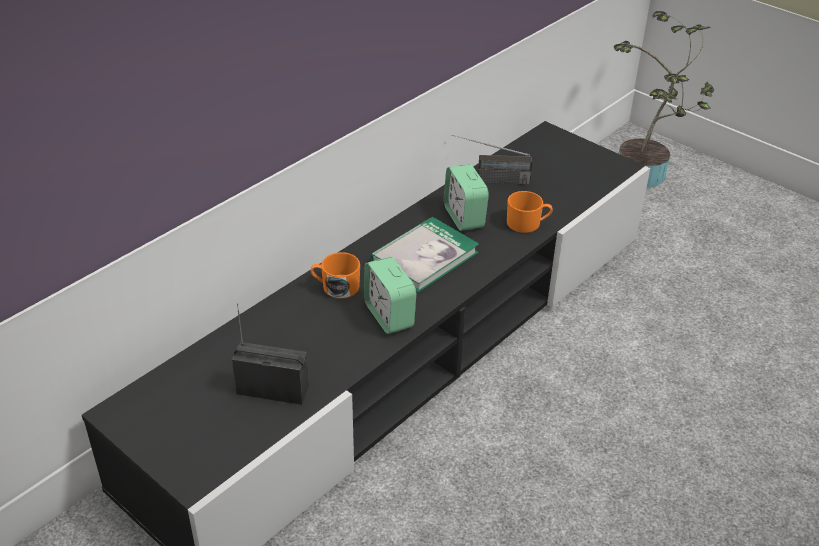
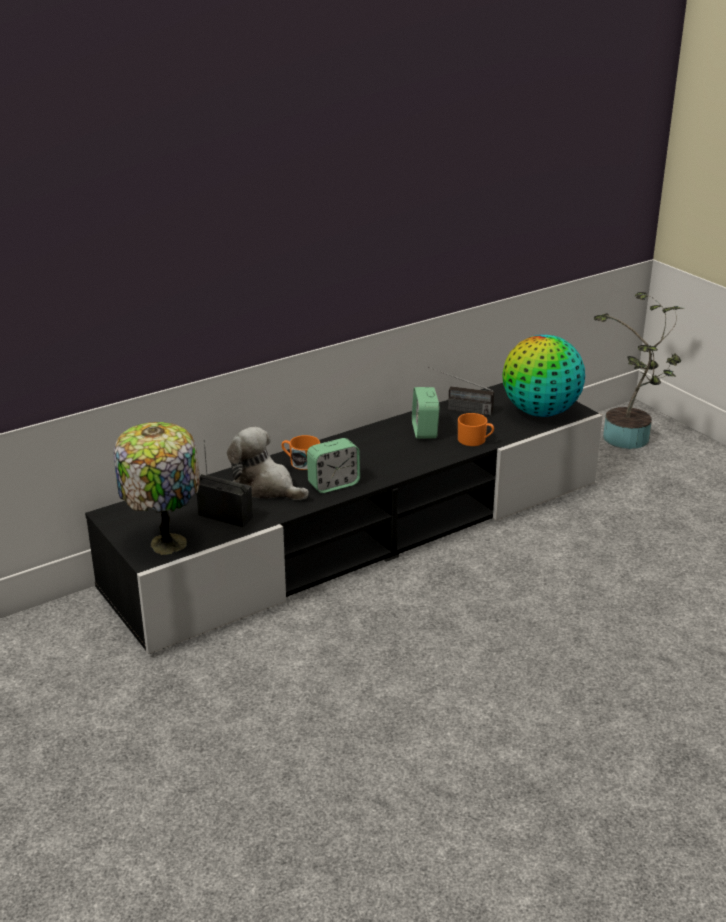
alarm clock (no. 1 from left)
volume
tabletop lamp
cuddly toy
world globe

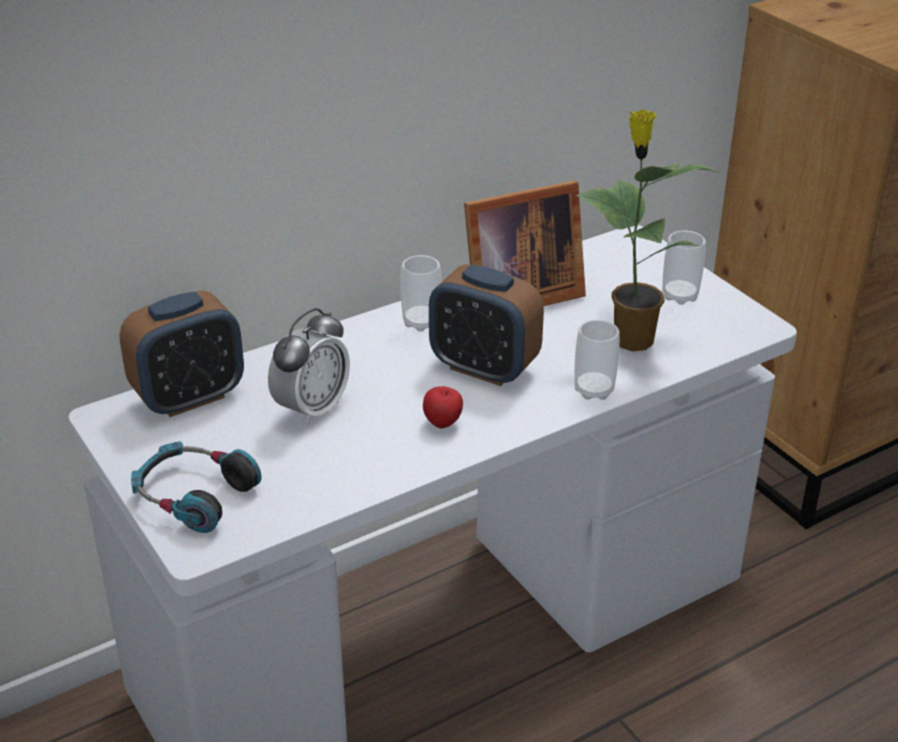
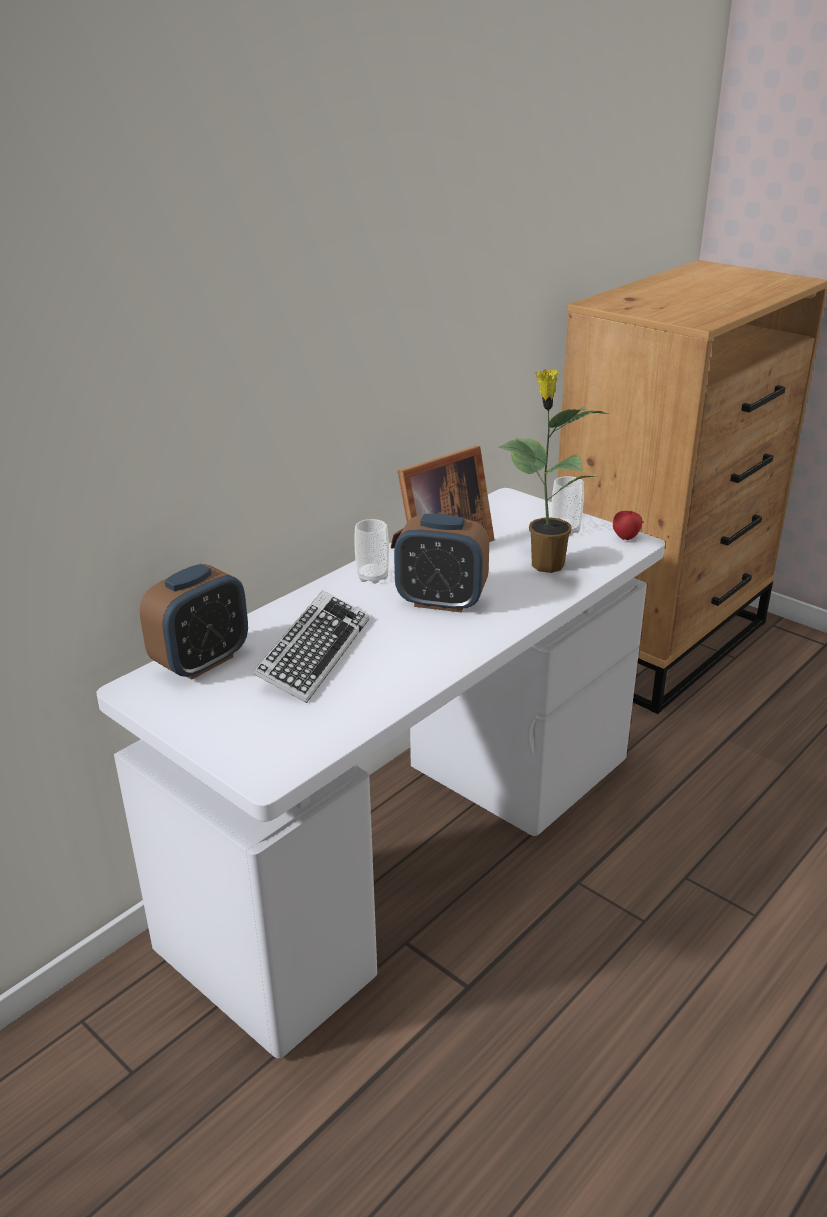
headphones
computer keyboard
whole apple
small cup (no. 2 from left in the first image)

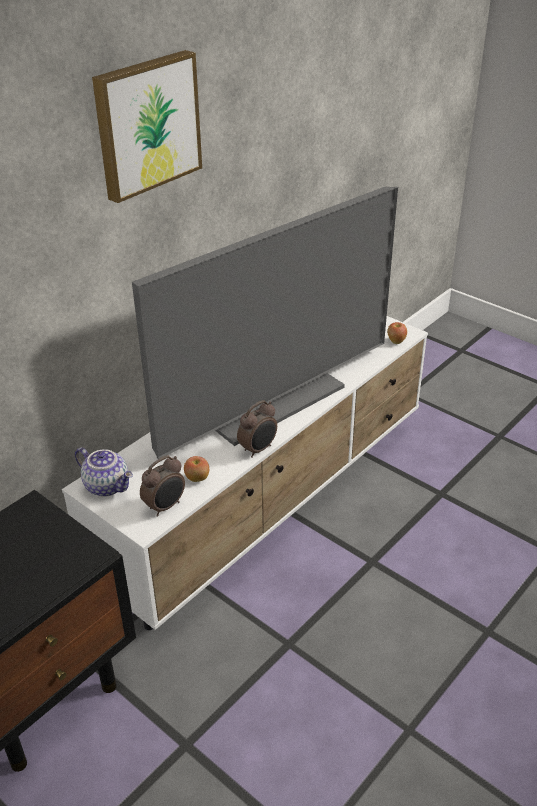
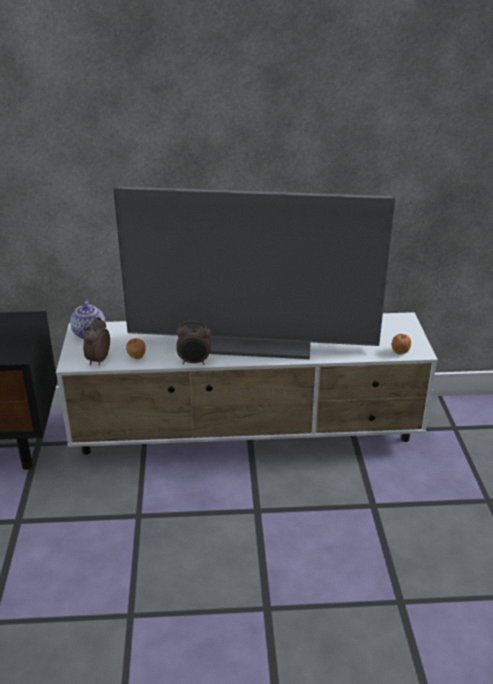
wall picture
alarm clock (no. 1 from left)

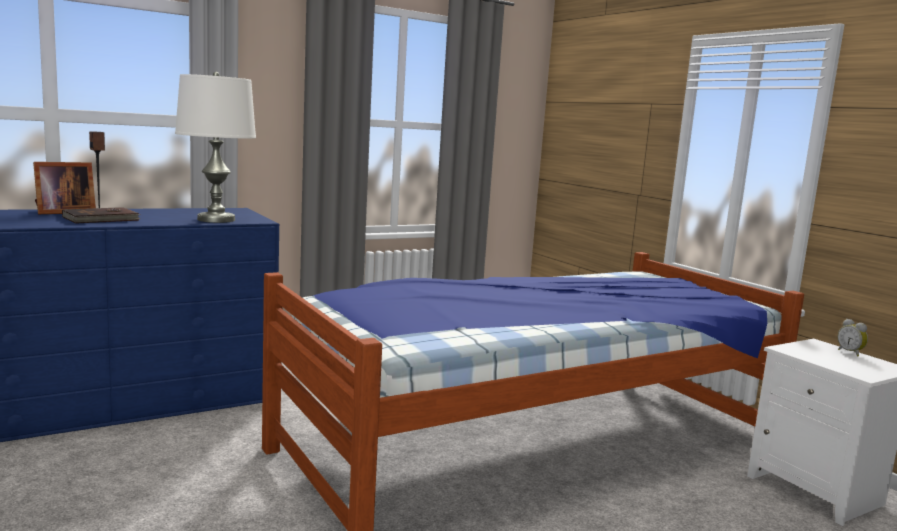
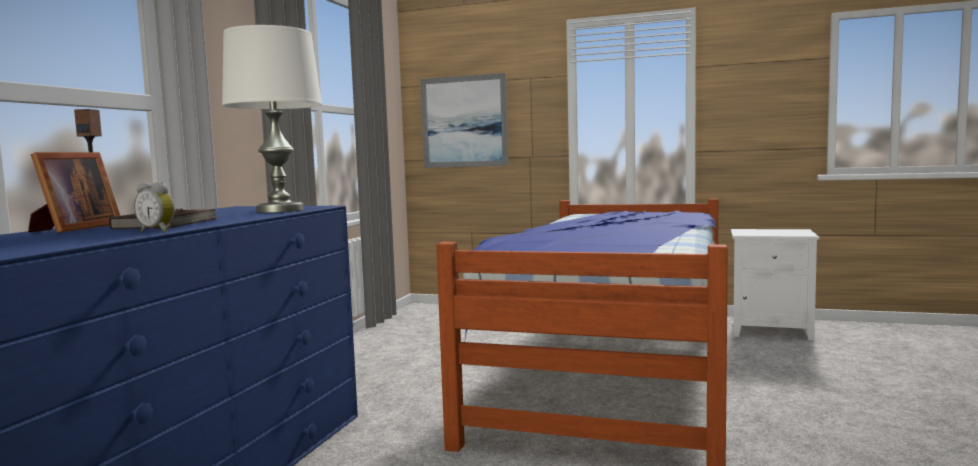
alarm clock
wall picture

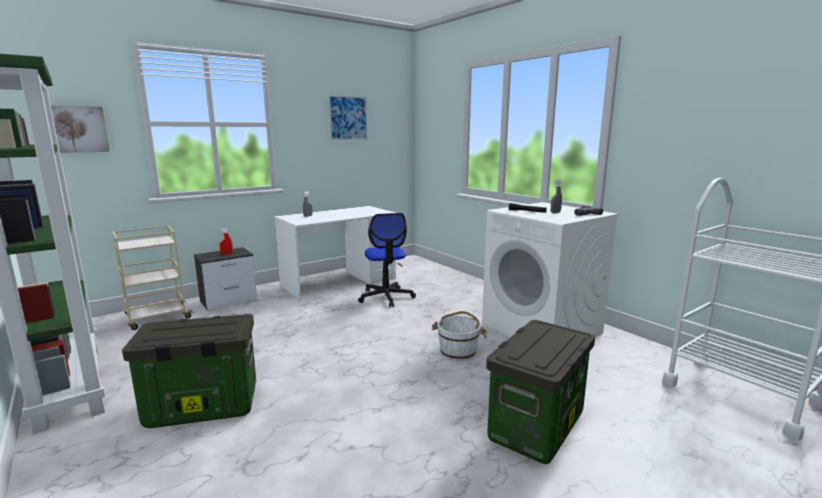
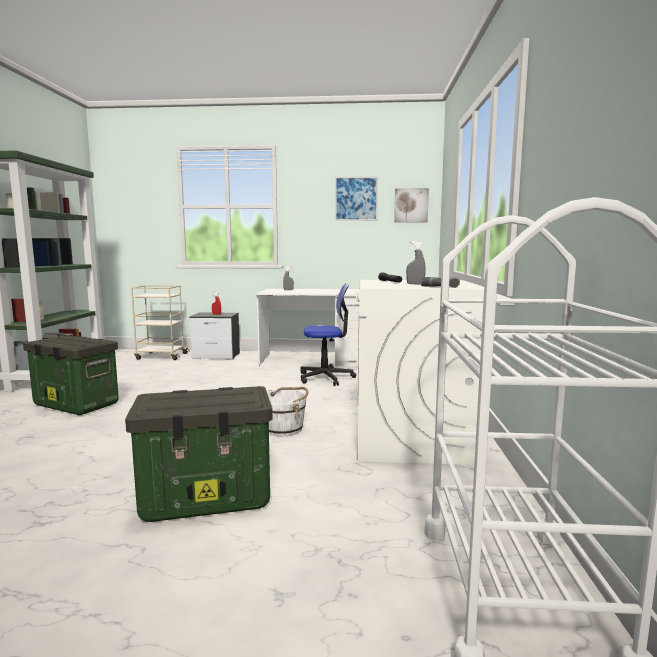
wall picture (no. 2 from left)
desk chair

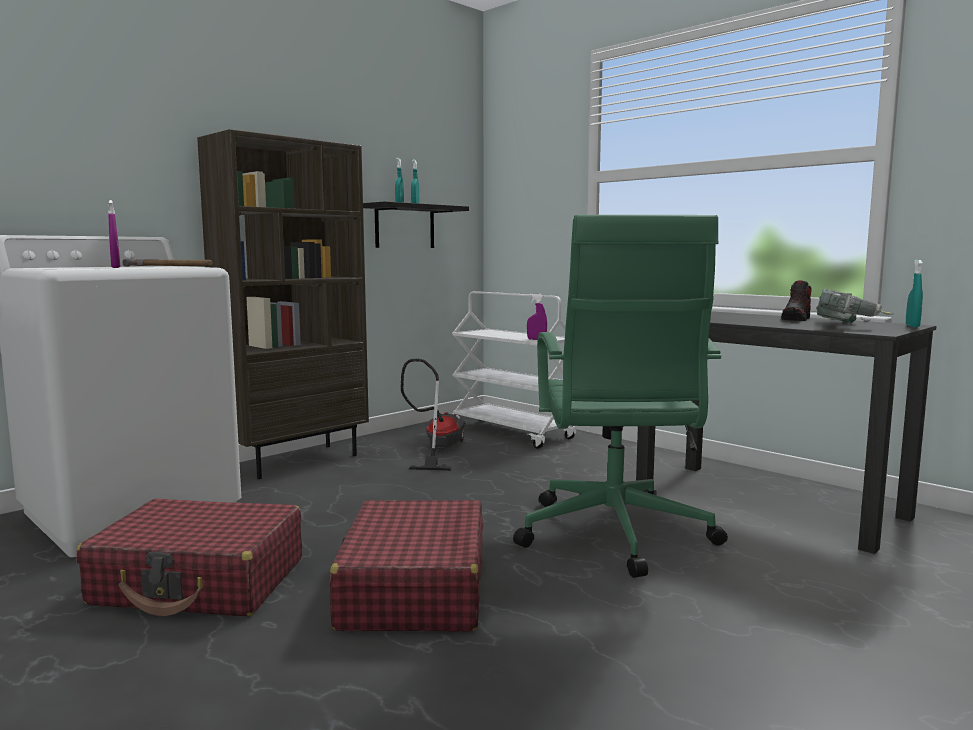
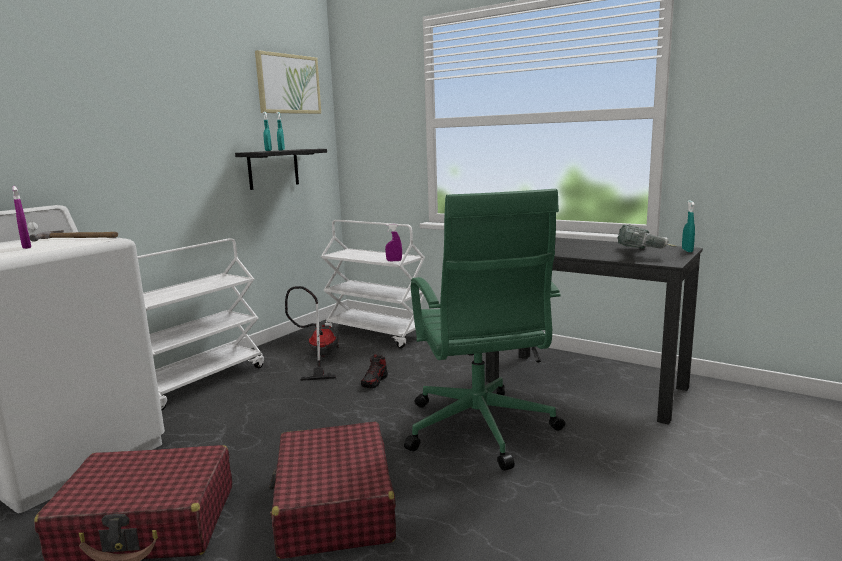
whitish trolley (no. 1 from left)
shoe
wall picture

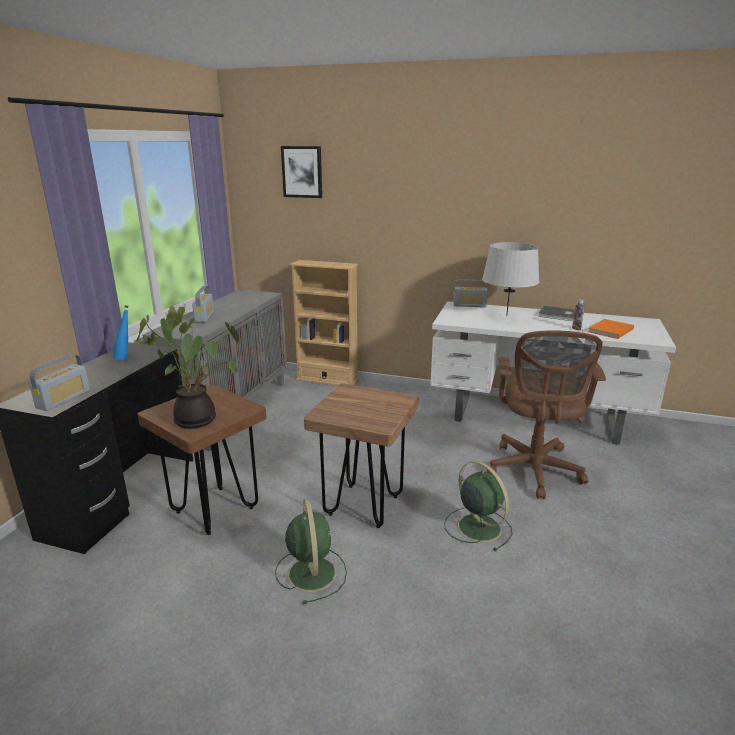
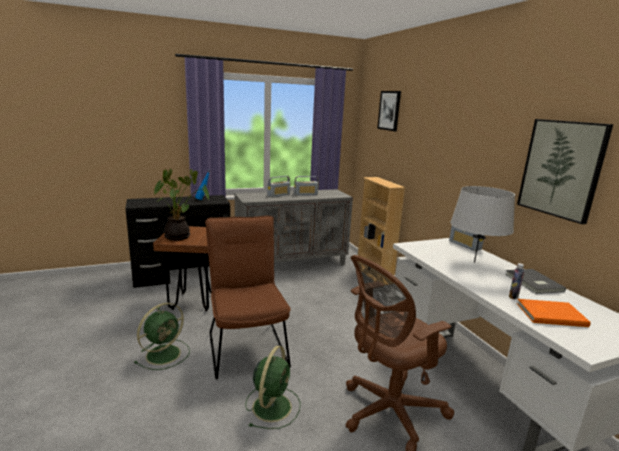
radio set (no. 2 from left)
brownish chair
wall picture (no. 2 from left)

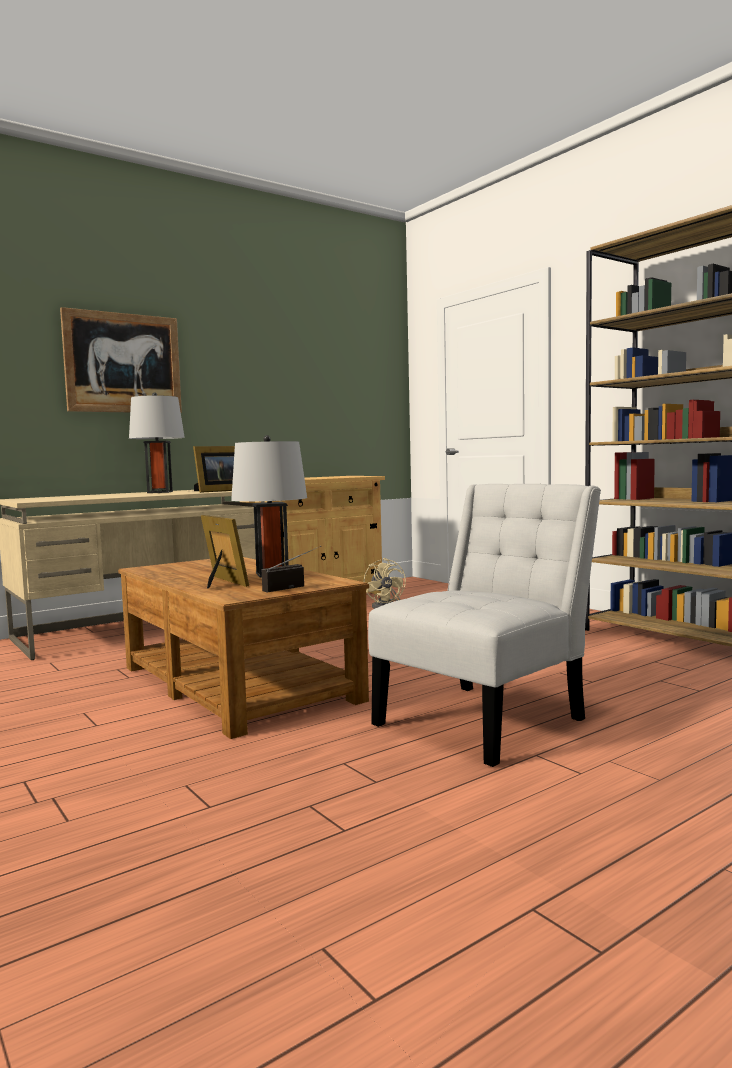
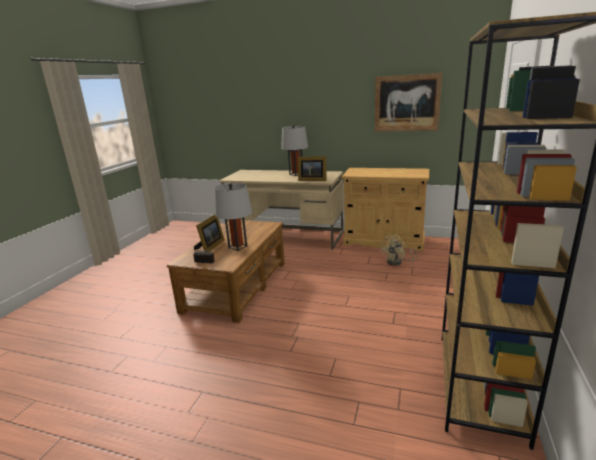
wall picture
whitish chair

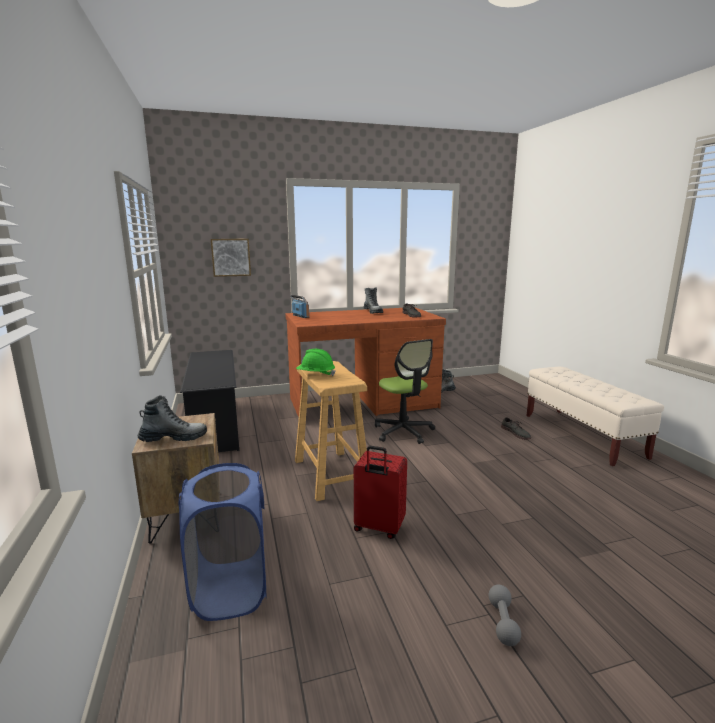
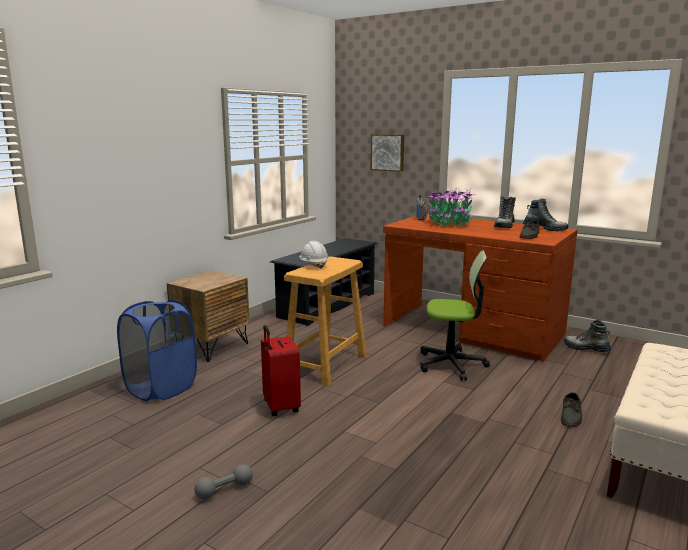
boot (no. 2 from left)
whitish work helmet
desk chair
plant in a pot

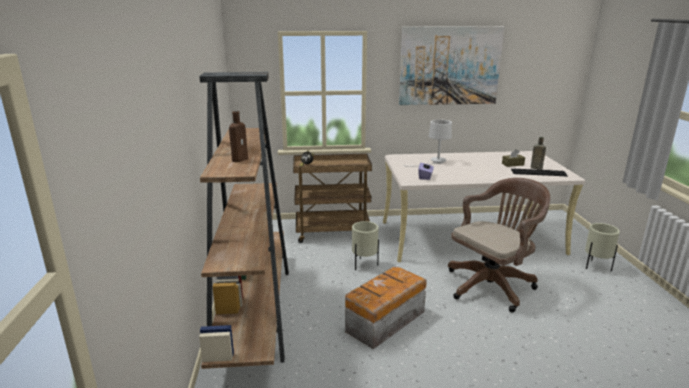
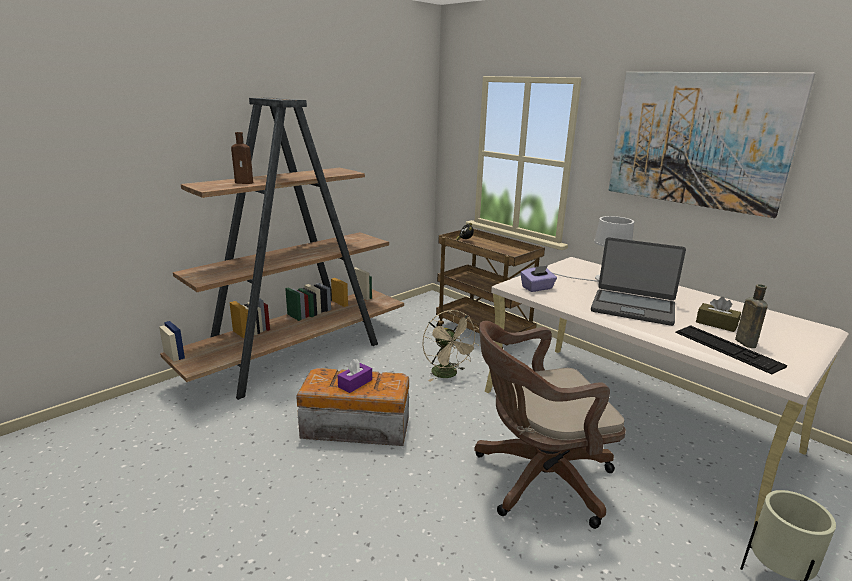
beige-coloured fan
brownish desk chair
purplish tissue box (no. 1 from left)
laptop

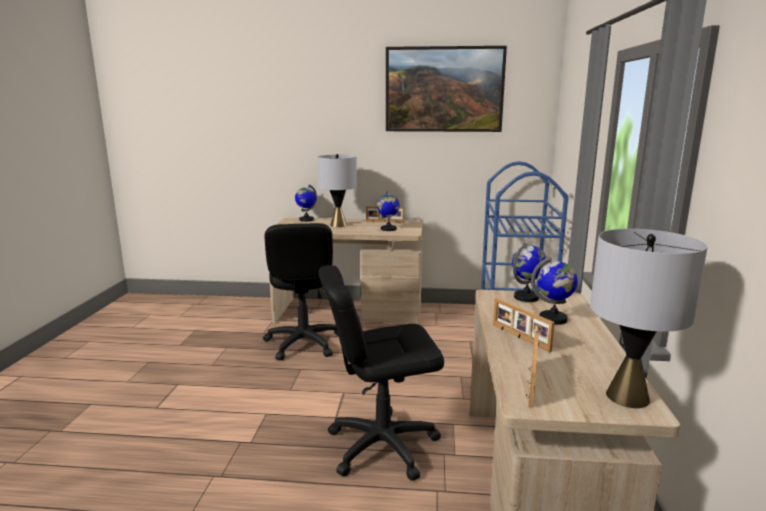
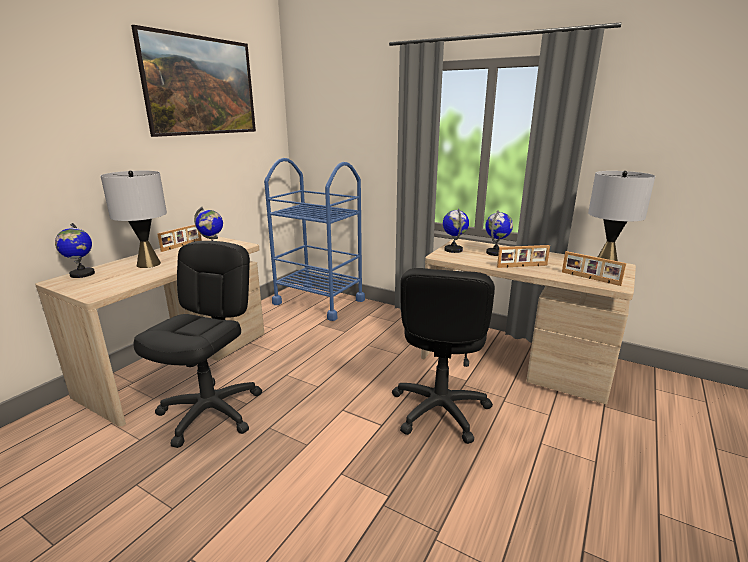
blackish desk chair (no. 1 from left)

